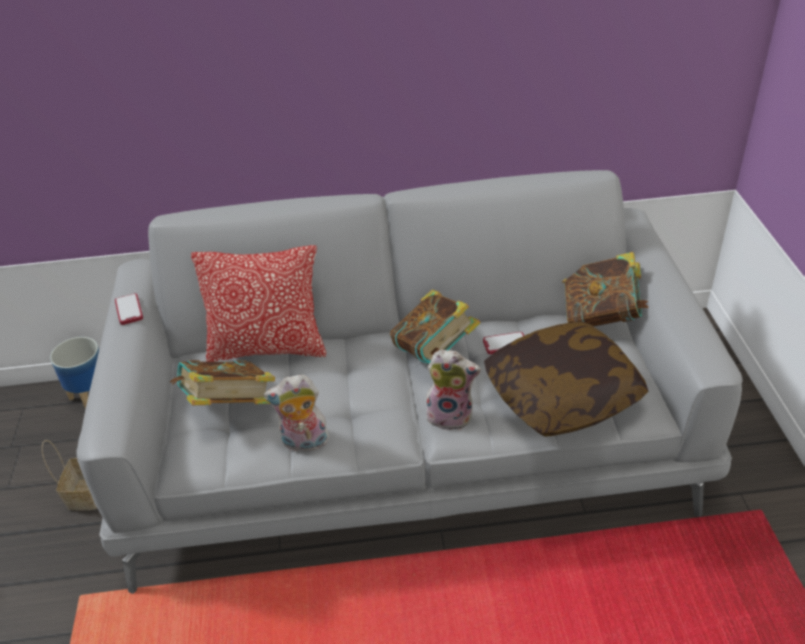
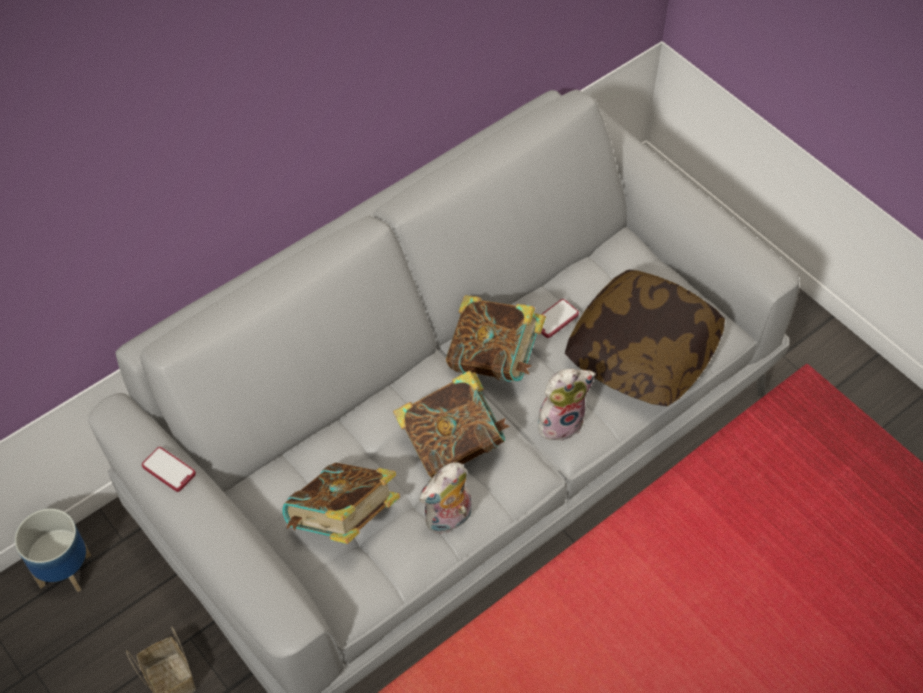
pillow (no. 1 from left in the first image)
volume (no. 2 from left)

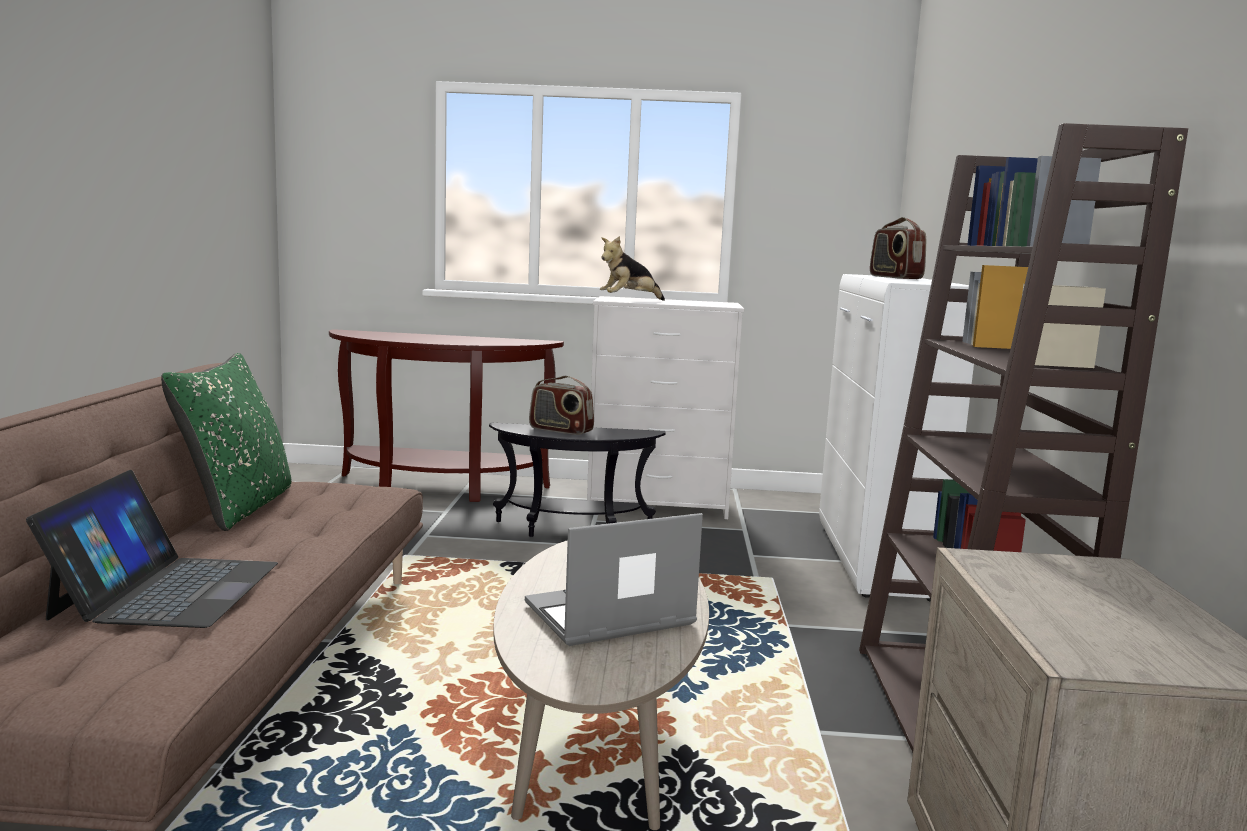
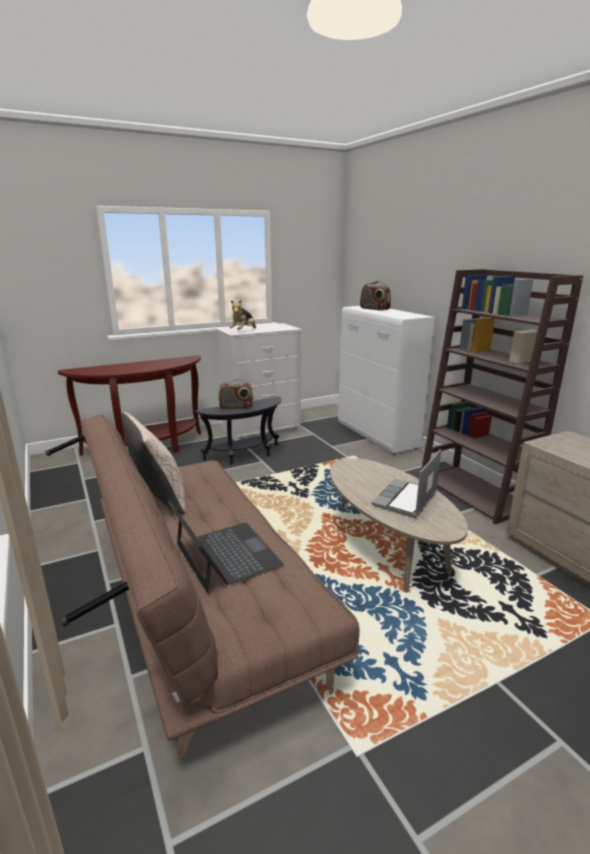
beige-coloured pillow

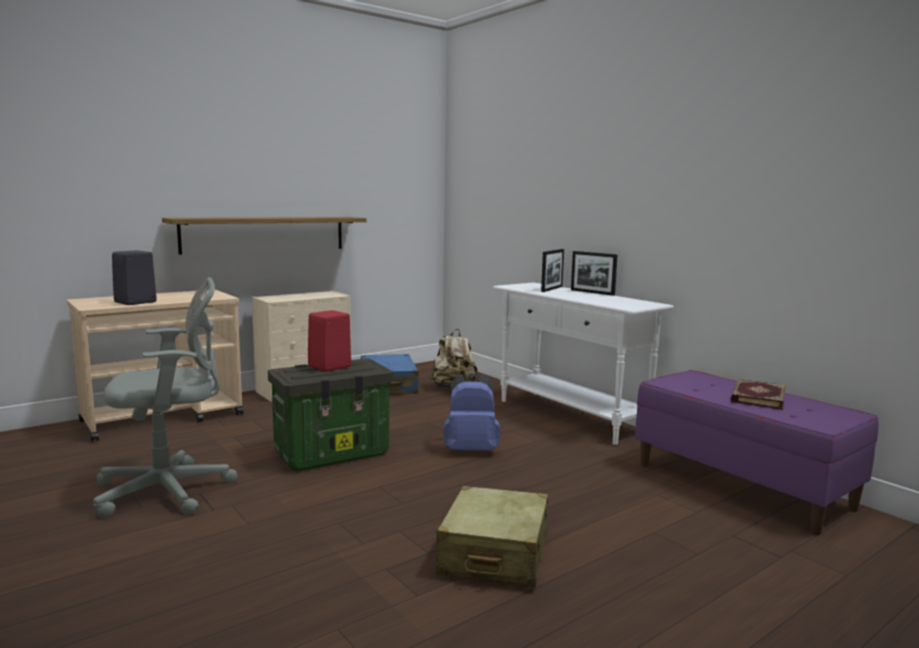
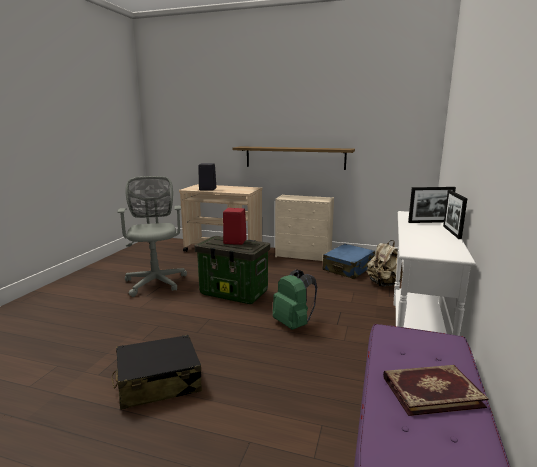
gray desk chair
blackish suitcase
greenish knapsack

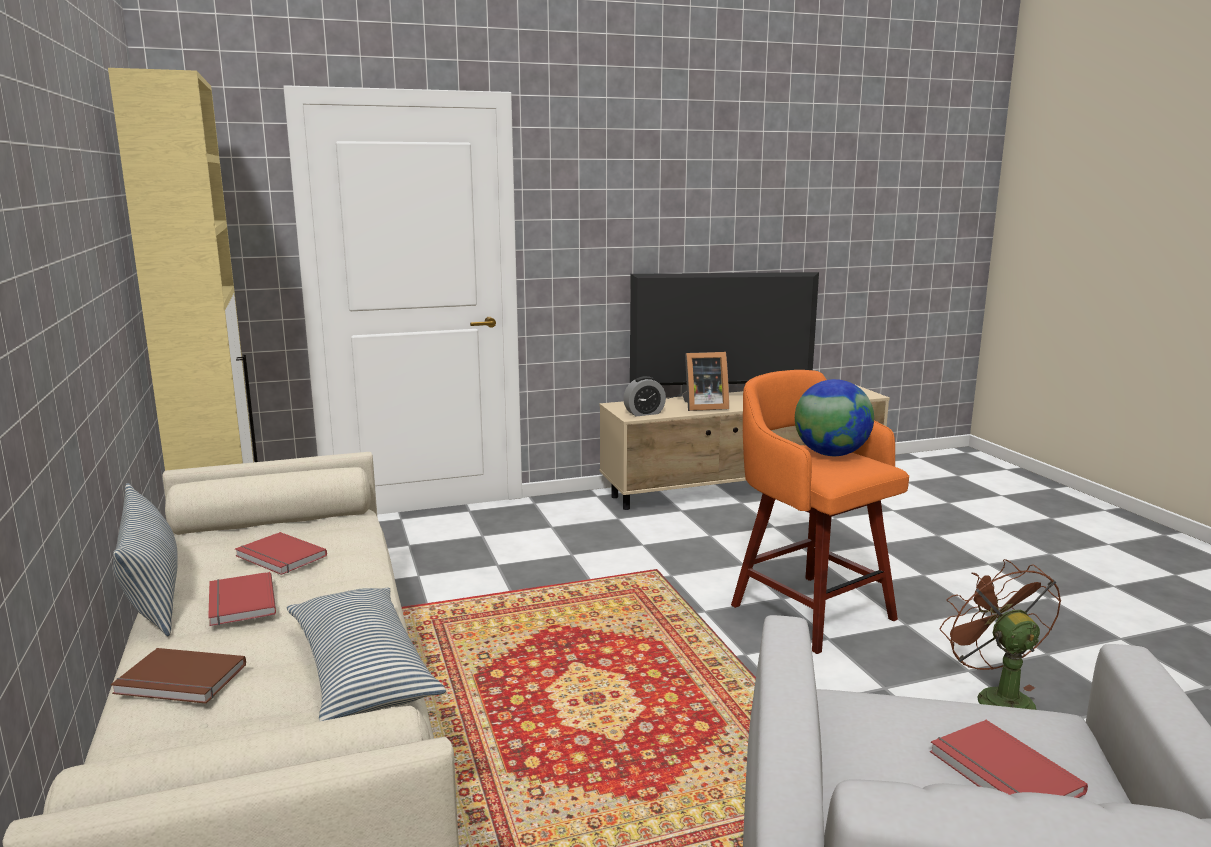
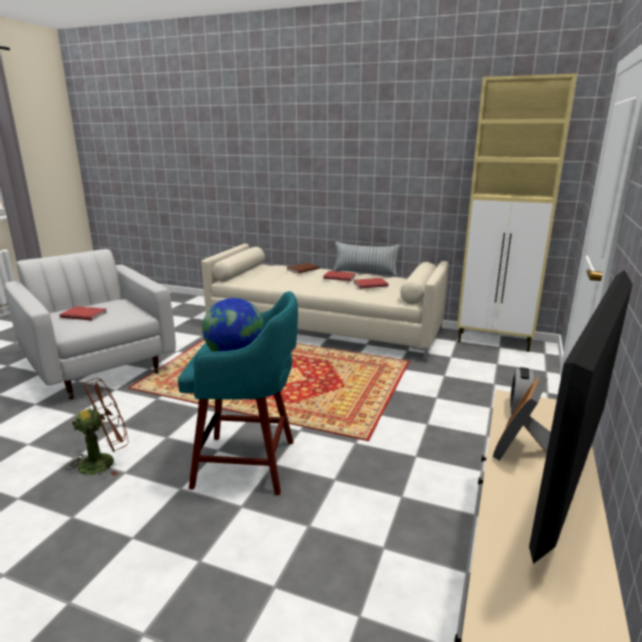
pillow (no. 2 from left in the first image)
blue-green stool seat
brownish fan

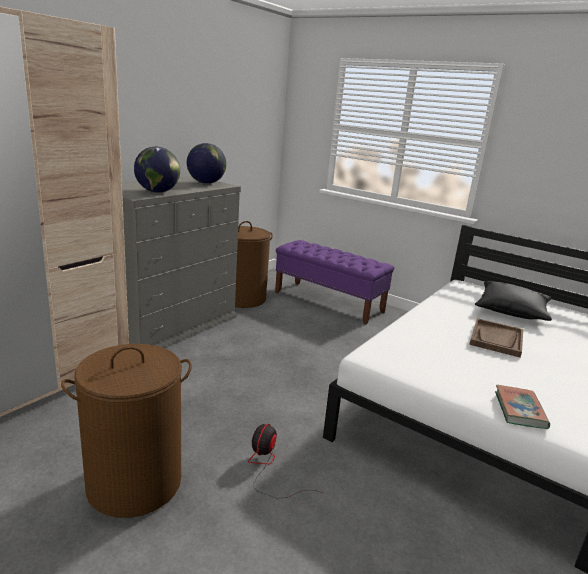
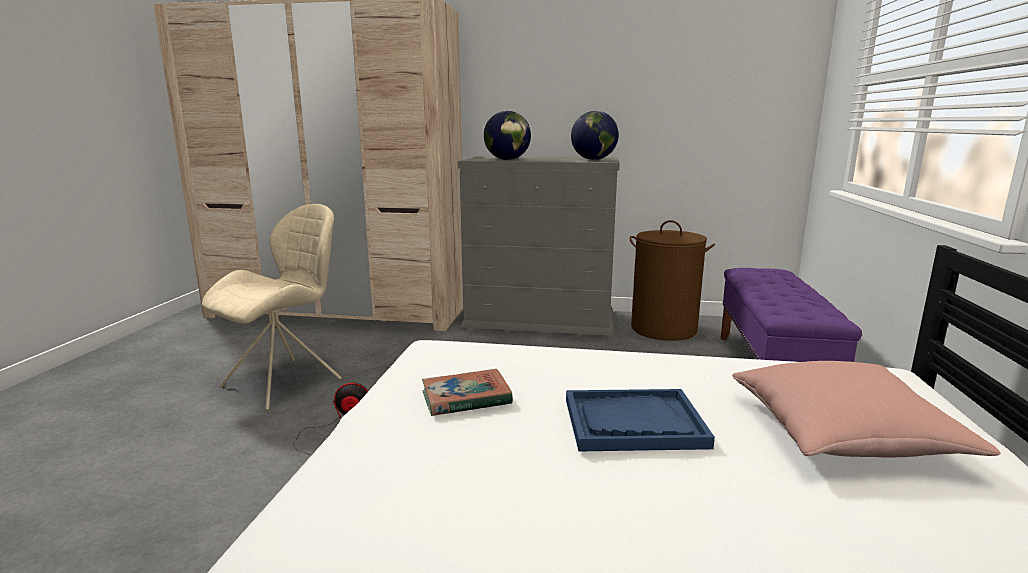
beige-coloured chair
bluish tray
pink pillow
volume

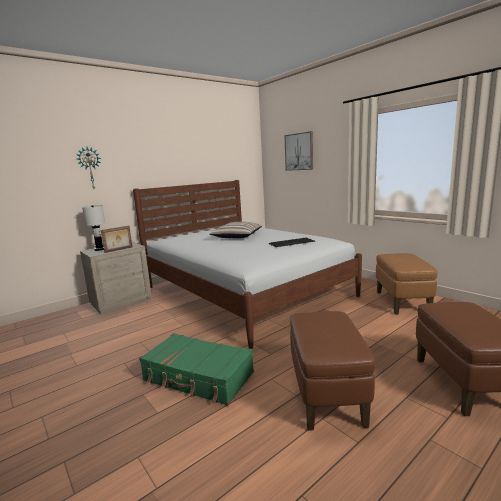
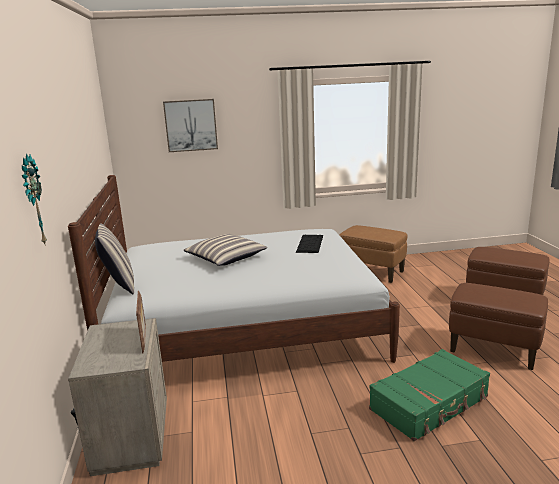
whitish tabletop lamp
pillow (no. 1 from left)

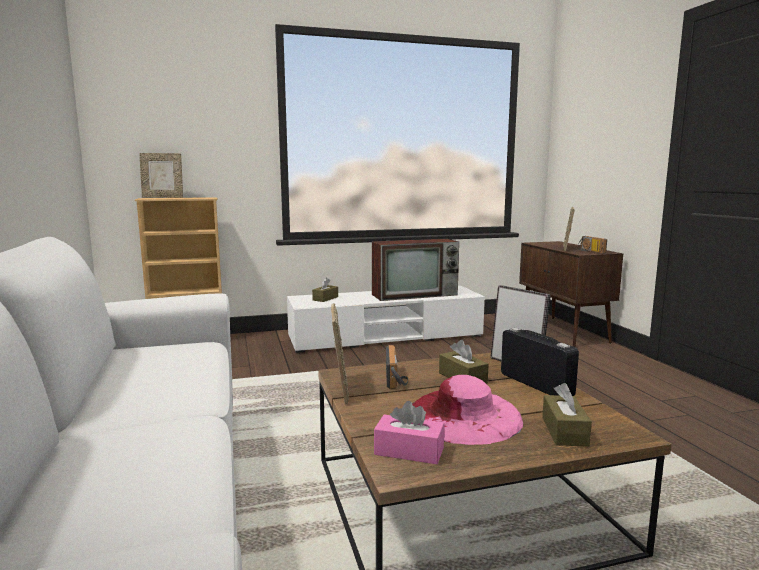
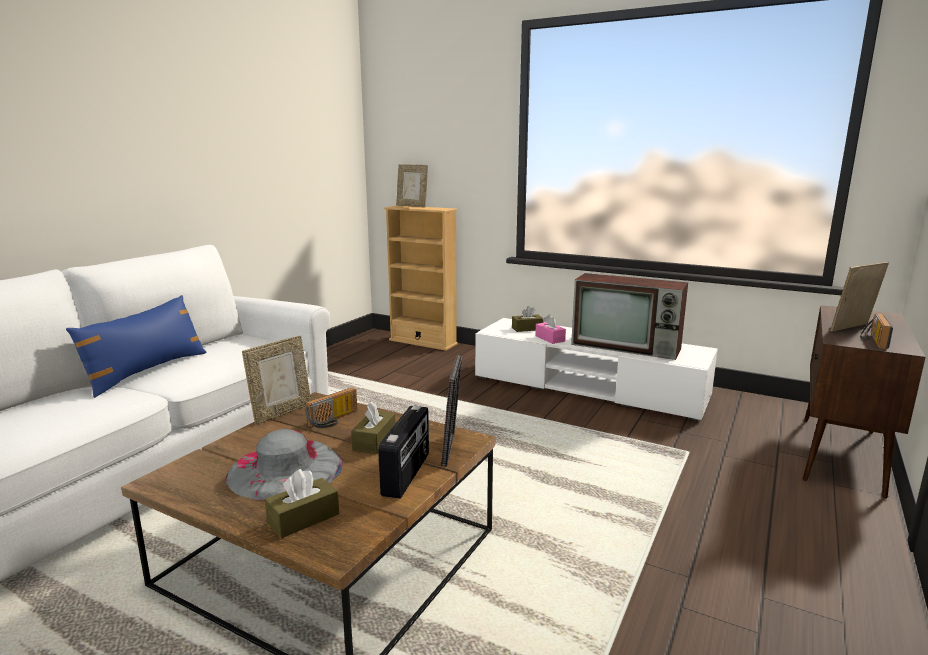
pink tissue box
gray wearable hat
bluish pillow

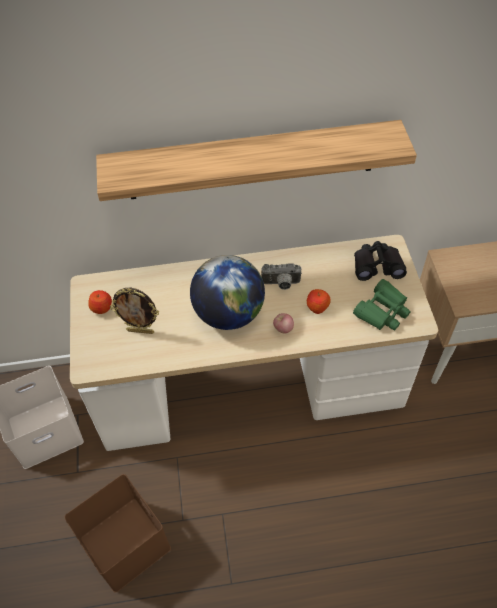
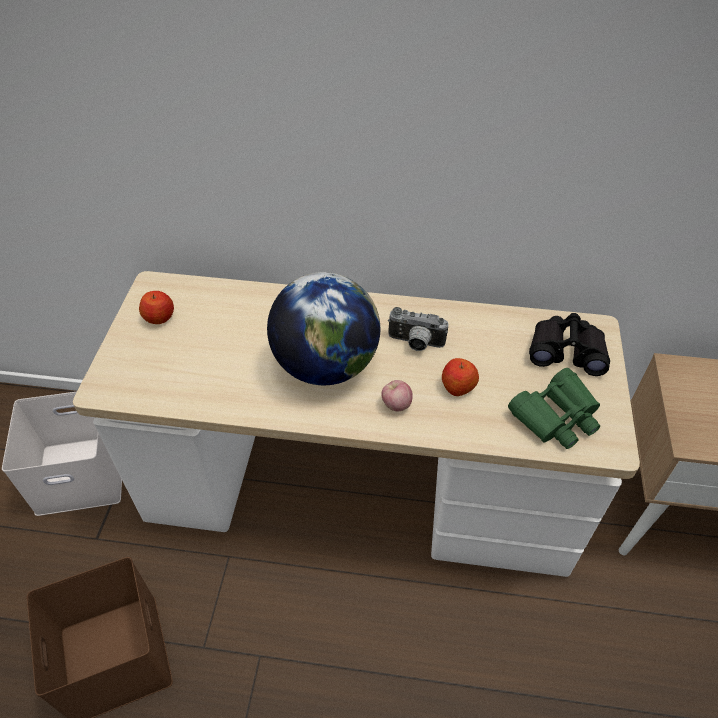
wall shelf
picture frame

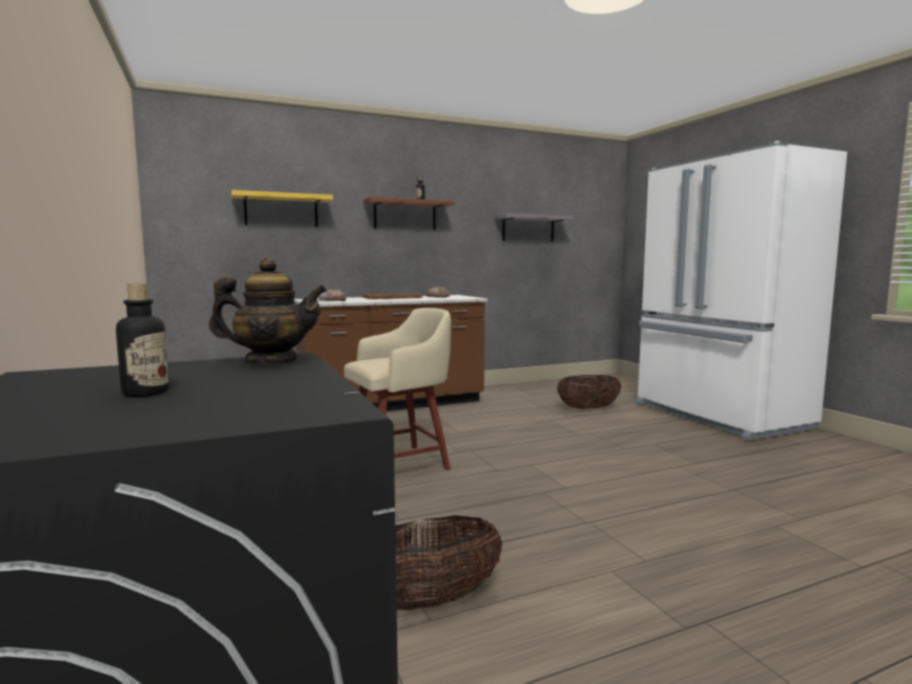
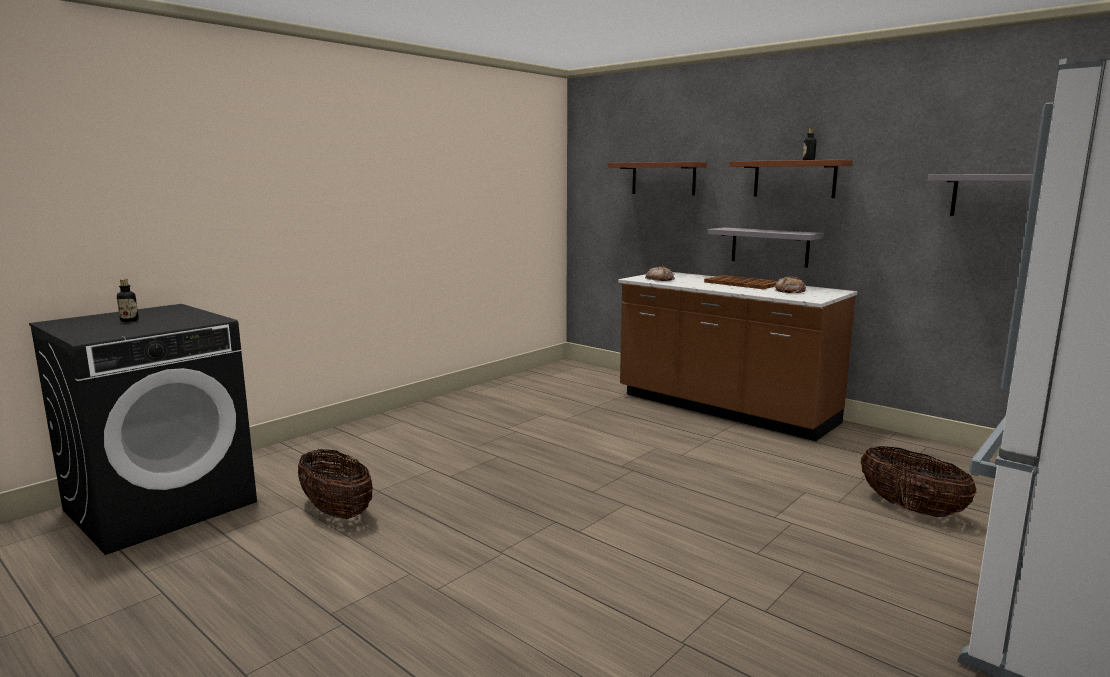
tea pot
brownish wall shelf (no. 1 from left)
beige-coloured stool seat
gray wall shelf (no. 1 from left)

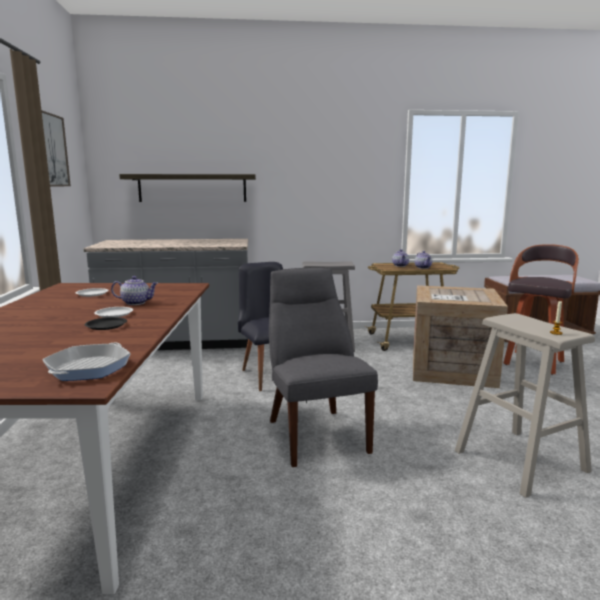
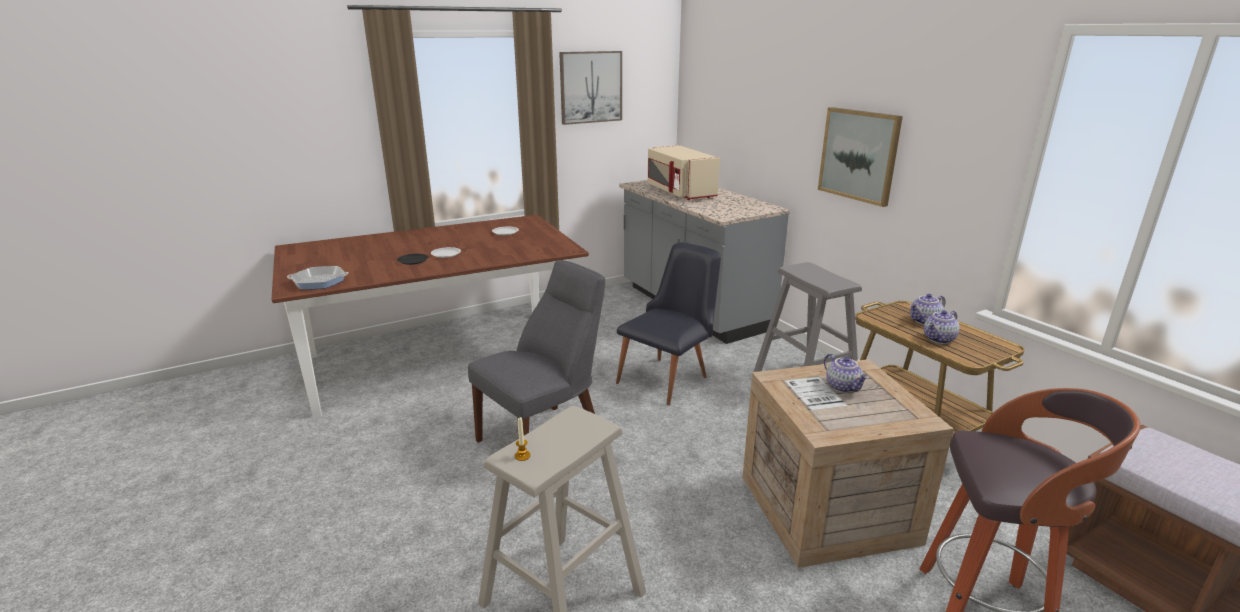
tea pot (no. 1 from left)
wall shelf
beige-coloured microwave oven
wall picture (no. 2 from left)

